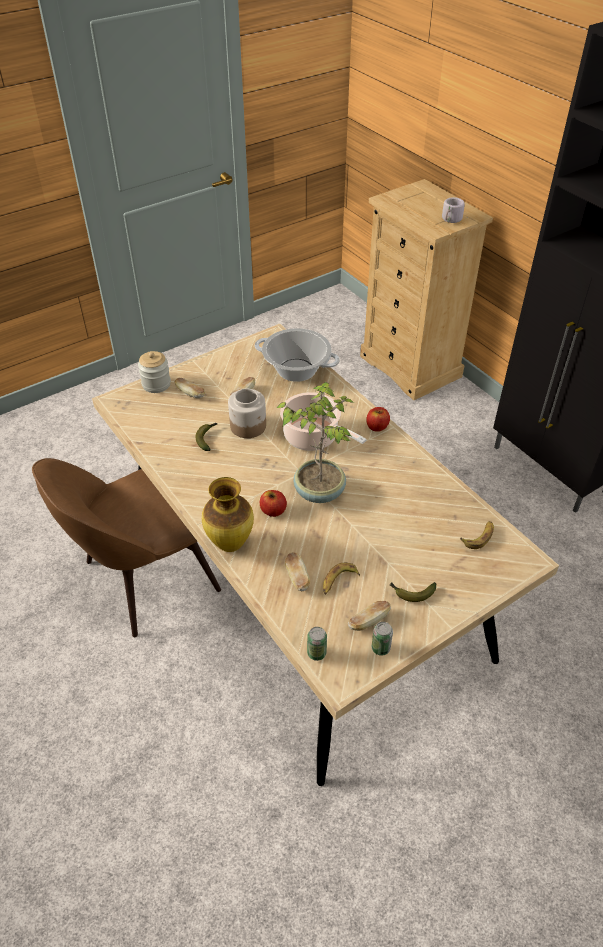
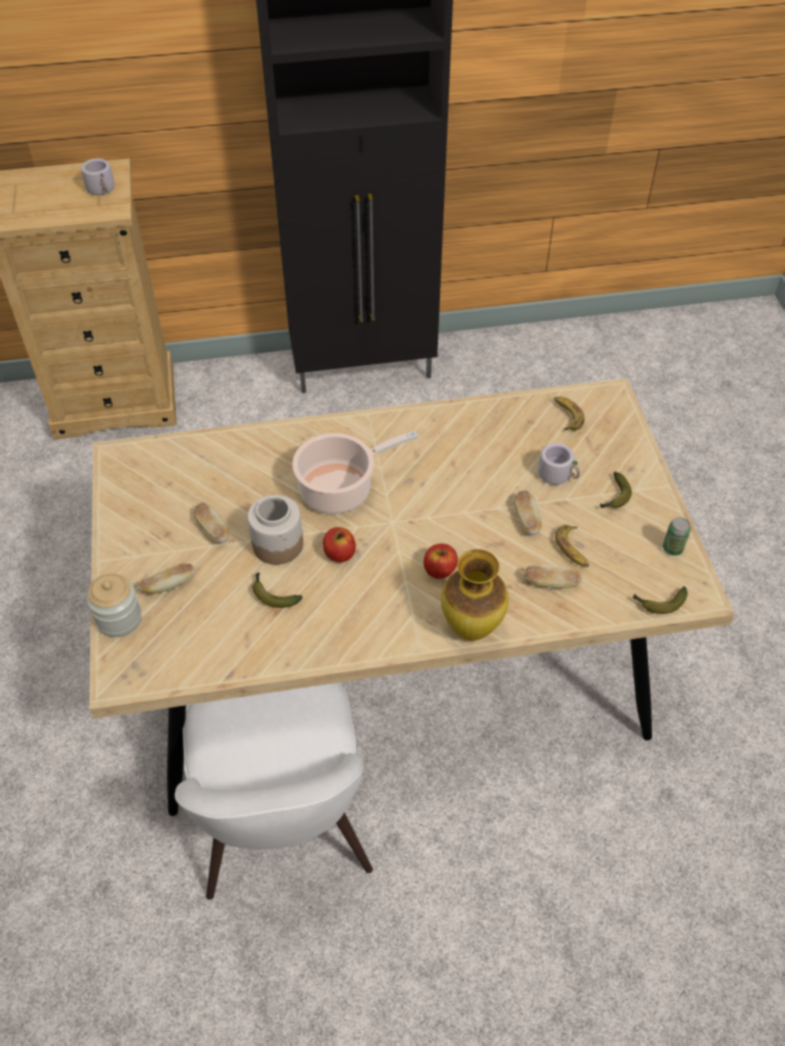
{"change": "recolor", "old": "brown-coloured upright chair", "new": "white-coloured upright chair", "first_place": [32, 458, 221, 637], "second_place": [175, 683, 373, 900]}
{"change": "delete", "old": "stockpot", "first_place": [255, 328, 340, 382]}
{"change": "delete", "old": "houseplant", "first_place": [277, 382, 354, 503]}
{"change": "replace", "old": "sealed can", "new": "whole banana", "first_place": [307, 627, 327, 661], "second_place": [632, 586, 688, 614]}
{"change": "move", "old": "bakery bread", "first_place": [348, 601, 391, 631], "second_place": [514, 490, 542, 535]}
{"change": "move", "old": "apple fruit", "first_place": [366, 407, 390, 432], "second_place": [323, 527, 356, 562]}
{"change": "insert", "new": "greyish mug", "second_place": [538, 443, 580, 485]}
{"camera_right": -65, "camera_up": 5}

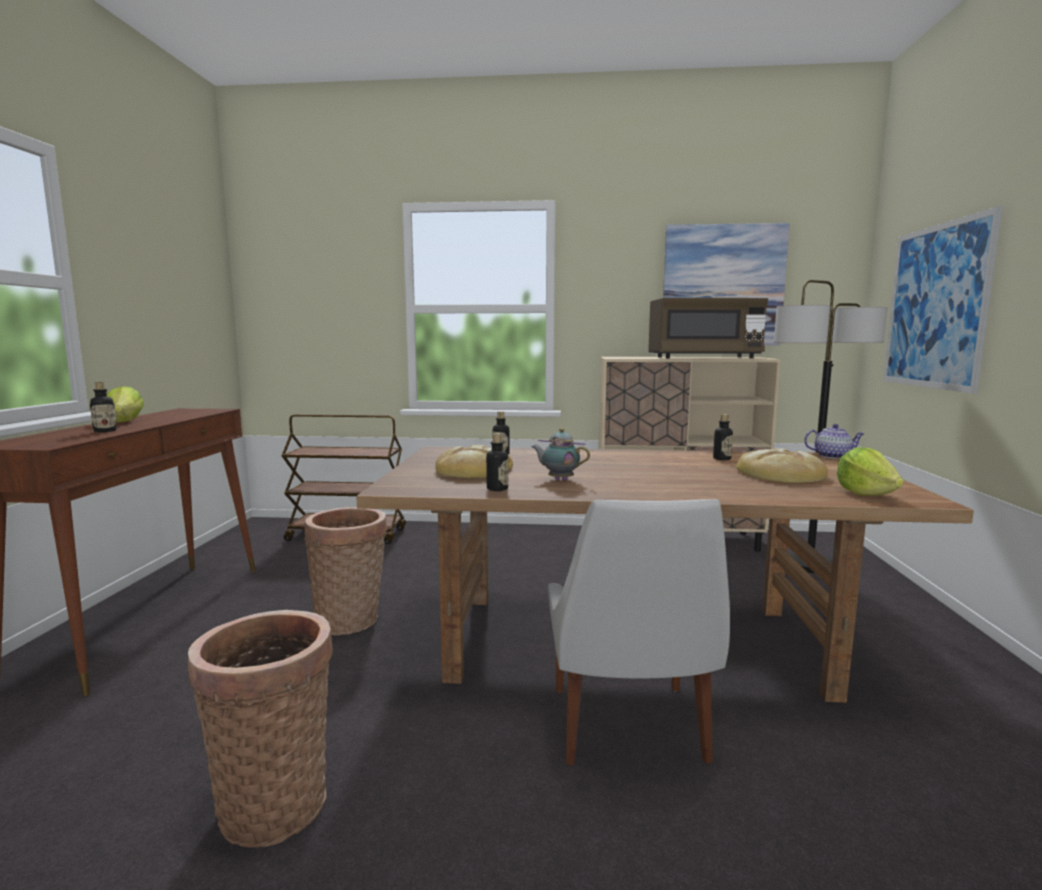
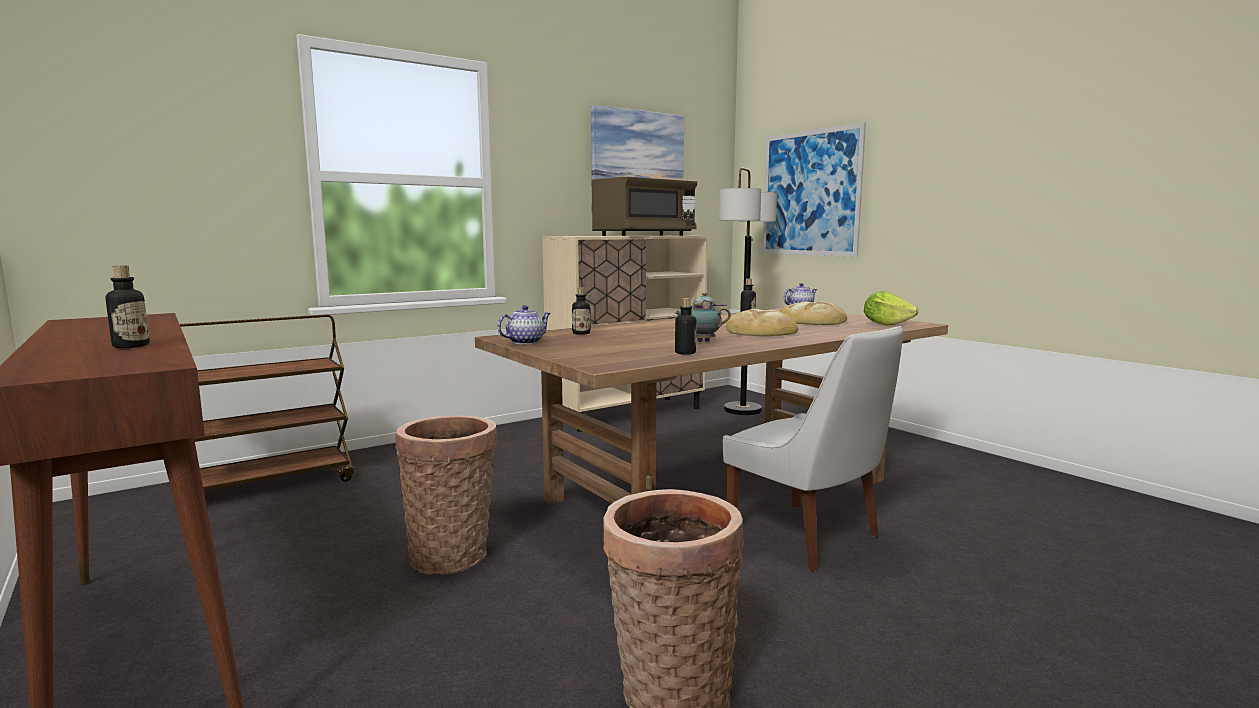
{"change": "delete", "old": "lettuce", "first_place": [107, 386, 144, 423]}
{"change": "move", "old": "bakery bread", "first_place": [435, 445, 513, 478], "second_place": [726, 309, 798, 336]}
{"change": "insert", "new": "tea pot", "second_place": [497, 305, 551, 344]}
{"camera_right": -40, "camera_up": 0}

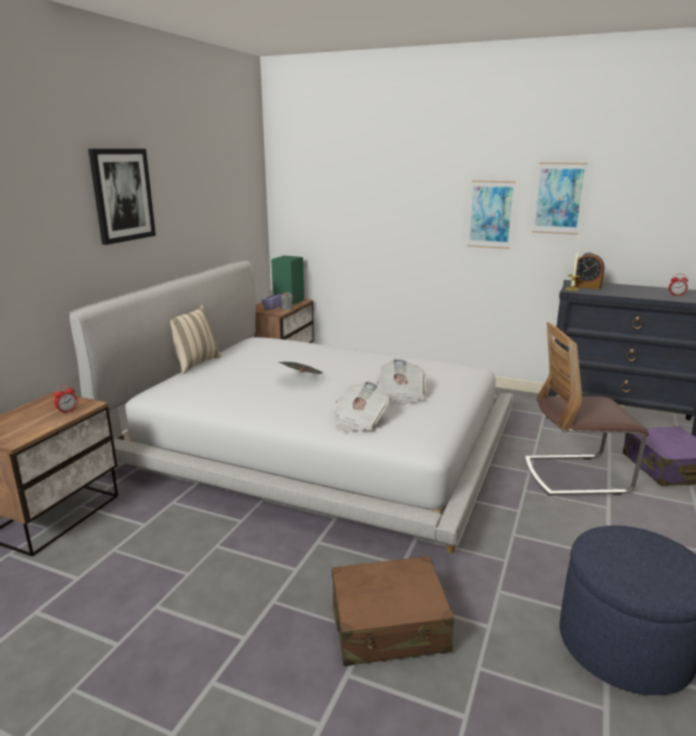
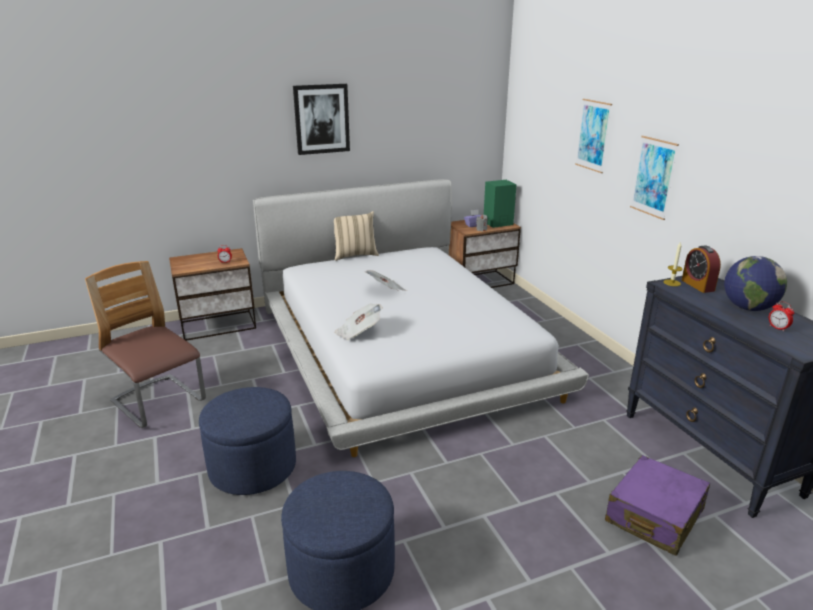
{"change": "replace", "old": "brown-coloured suitcase", "new": "bluish pouffe", "first_place": [332, 556, 454, 666], "second_place": [199, 387, 296, 495]}
{"change": "delete", "old": "daily paper", "first_place": [377, 359, 426, 406]}
{"change": "move", "old": "upright chair", "first_place": [525, 322, 649, 496], "second_place": [85, 261, 206, 428]}
{"change": "move", "old": "picture", "first_place": [532, 163, 588, 235], "second_place": [575, 99, 612, 173]}
{"change": "insert", "new": "desk globe", "second_place": [724, 256, 787, 311]}
{"camera_right": 45, "camera_up": 5}

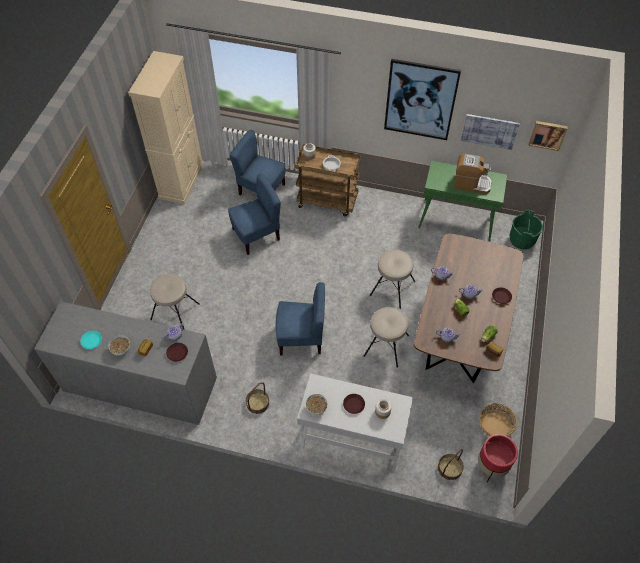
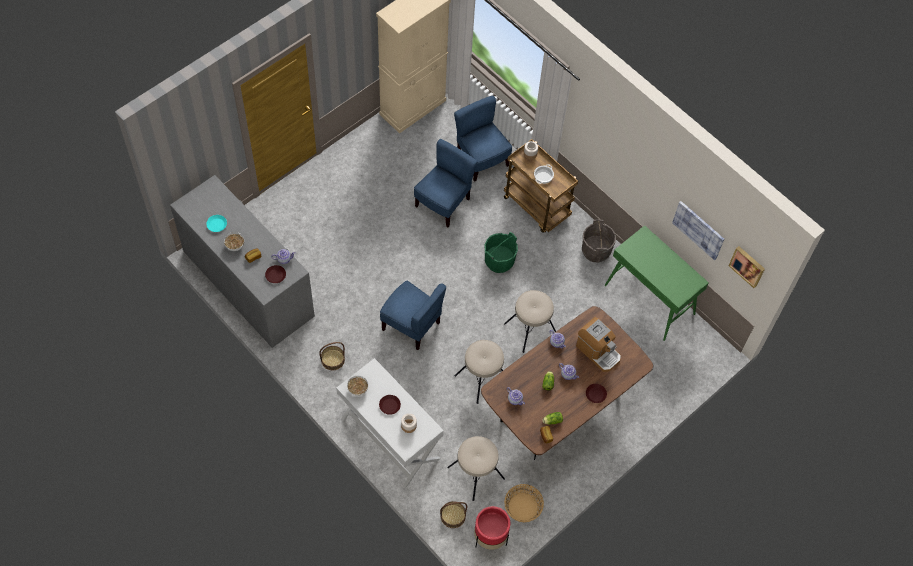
{"change": "move", "old": "beige stool seat", "first_place": [150, 274, 200, 330], "second_place": [447, 436, 505, 501]}
{"change": "rotate", "old": "bluish upright chair", "first_place": [228, 174, 281, 255], "second_place": [414, 139, 478, 227], "degrees": -60}
{"change": "delete", "old": "picture", "first_place": [384, 59, 461, 140]}
{"change": "move", "old": "coffee brewer", "first_place": [454, 154, 492, 194], "second_place": [576, 317, 621, 372]}
{"change": "move", "old": "greenish pail", "first_place": [510, 210, 543, 249], "second_place": [484, 232, 518, 273]}
{"change": "insert", "new": "greyish pail", "second_place": [582, 219, 616, 263]}
{"camera_right": 30, "camera_up": 5}

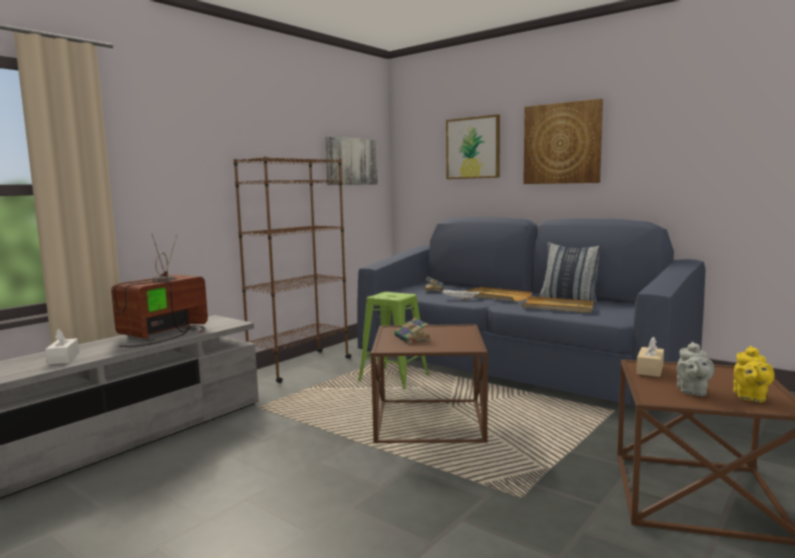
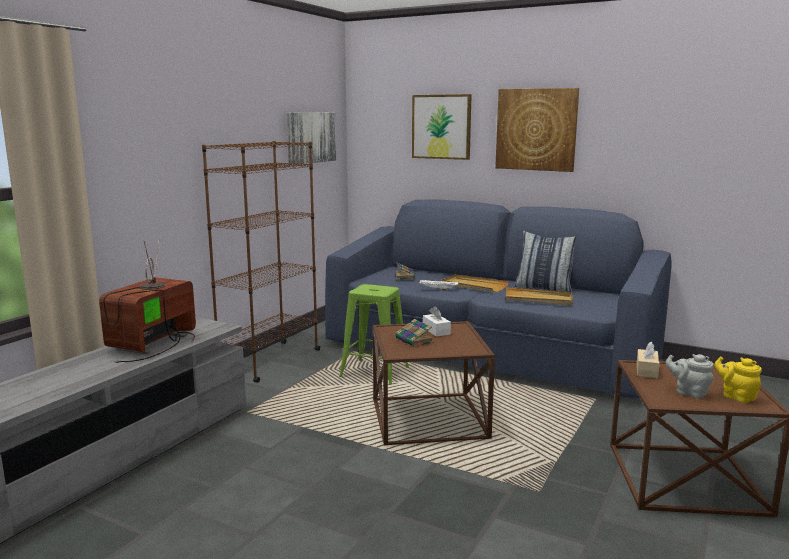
{"change": "move", "old": "white-coloured tissue box", "first_place": [45, 329, 79, 365], "second_place": [423, 306, 451, 337]}
{"change": "rotate", "old": "greyish tea pot", "first_place": [677, 342, 715, 396], "second_place": [666, 354, 714, 399], "degrees": 120}
{"change": "rotate", "old": "yellow tea pot", "first_place": [733, 346, 775, 402], "second_place": [714, 356, 762, 403], "degrees": 135}
{"camera_right": -10, "camera_up": 5}

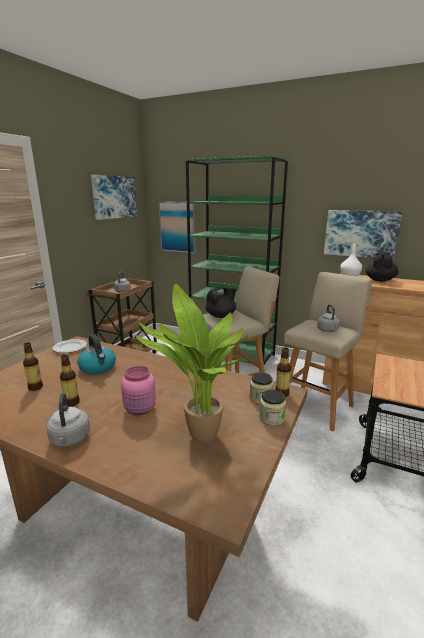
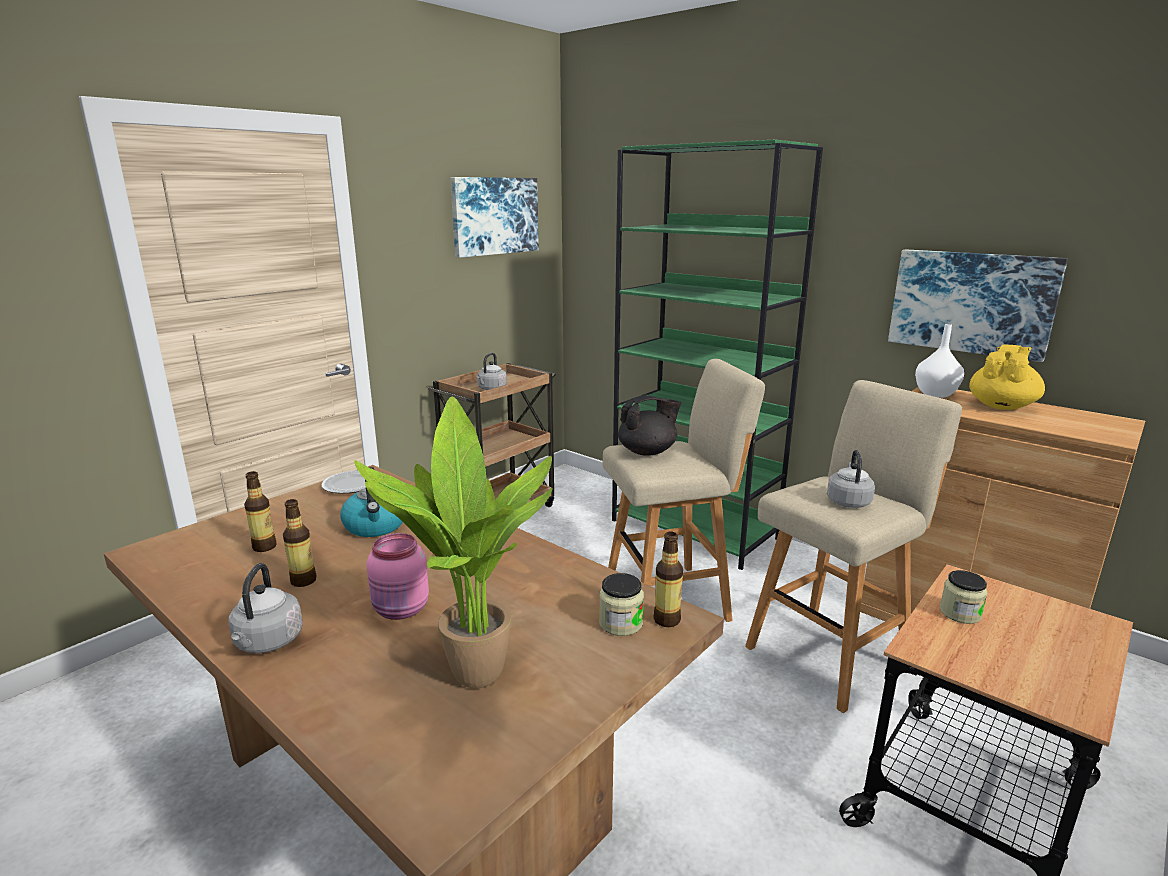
{"change": "delete", "old": "picture", "first_place": [159, 201, 196, 253]}
{"change": "move", "old": "storage jar", "first_place": [259, 390, 286, 426], "second_place": [940, 570, 987, 624]}
{"change": "recolor", "old": "blackish tea pot", "new": "yellow tea pot", "first_place": [366, 252, 399, 282], "second_place": [969, 345, 1045, 410]}
{"camera_right": 15, "camera_up": 0}

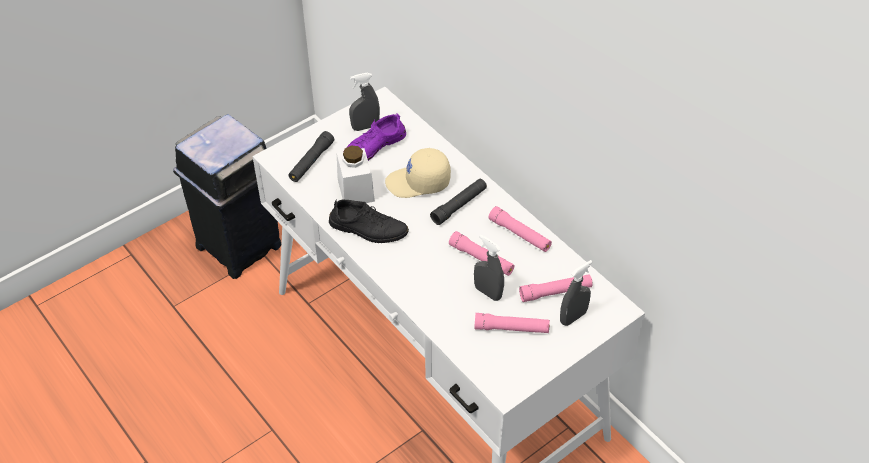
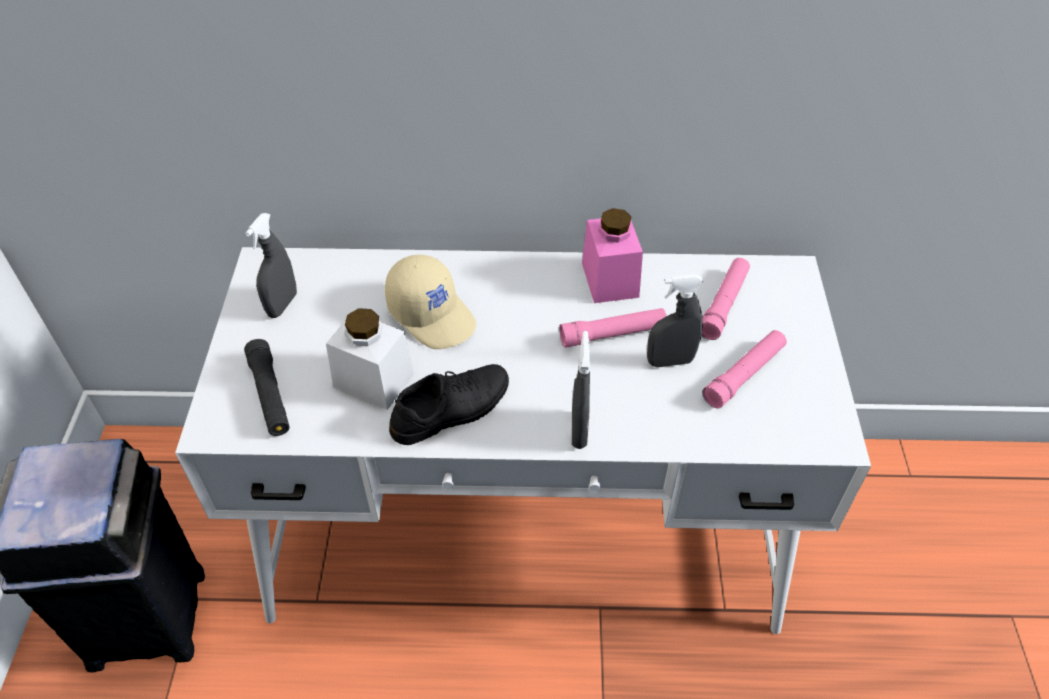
{"change": "delete", "old": "purplish shoe", "first_place": [343, 113, 406, 161]}
{"change": "rotate", "old": "beige peaked cap", "first_place": [385, 148, 451, 198], "second_place": [385, 255, 476, 349], "degrees": -75}
{"change": "delete", "old": "blackish flashlight", "first_place": [430, 179, 487, 225]}
{"change": "replace", "old": "pink-coloured flashlight", "new": "pink-coloured storage jar", "first_place": [488, 206, 552, 252], "second_place": [582, 208, 643, 303]}
{"change": "move", "old": "greyish sprayer", "first_place": [560, 260, 593, 326], "second_place": [571, 331, 591, 449]}
{"camera_right": -50, "camera_up": 0}

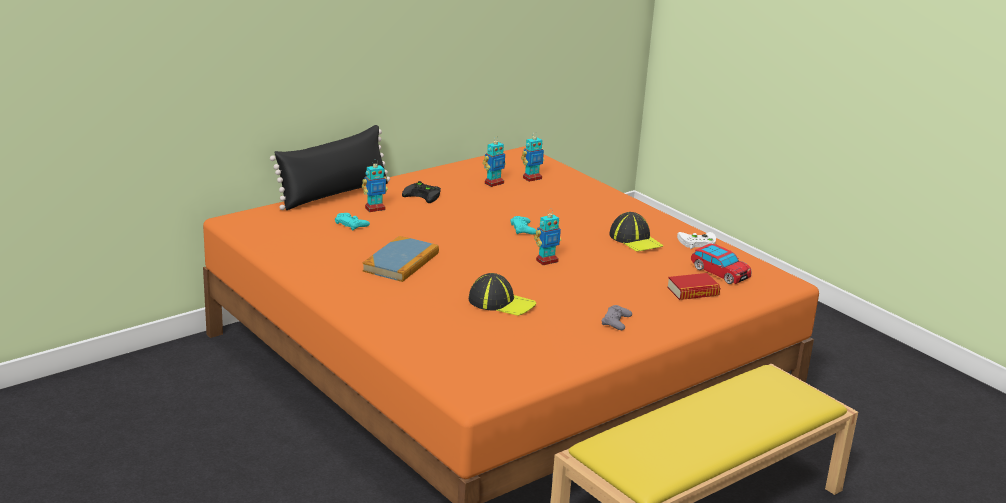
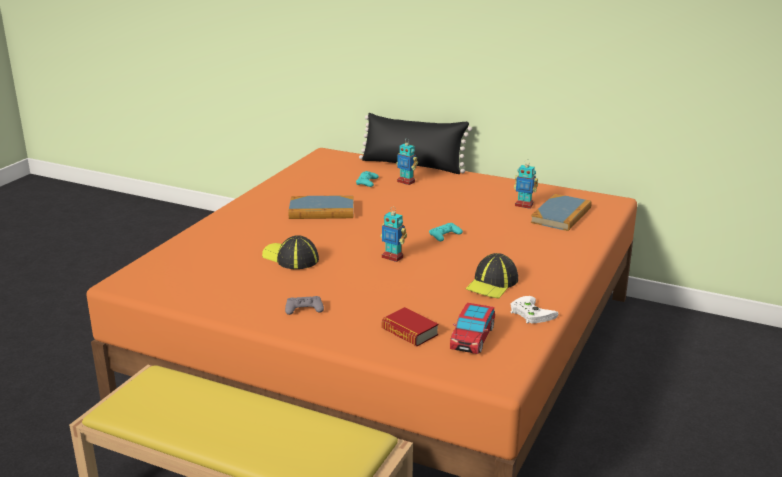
{"change": "delete", "old": "blackish joypad", "first_place": [402, 181, 441, 203]}
{"change": "rotate", "old": "peaked cap", "first_place": [469, 273, 536, 316], "second_place": [262, 235, 319, 269], "degrees": 135}
{"change": "replace", "old": "robot figure", "new": "bound book", "first_place": [521, 132, 544, 182], "second_place": [531, 194, 592, 231]}
{"camera_right": 65, "camera_up": 0}

